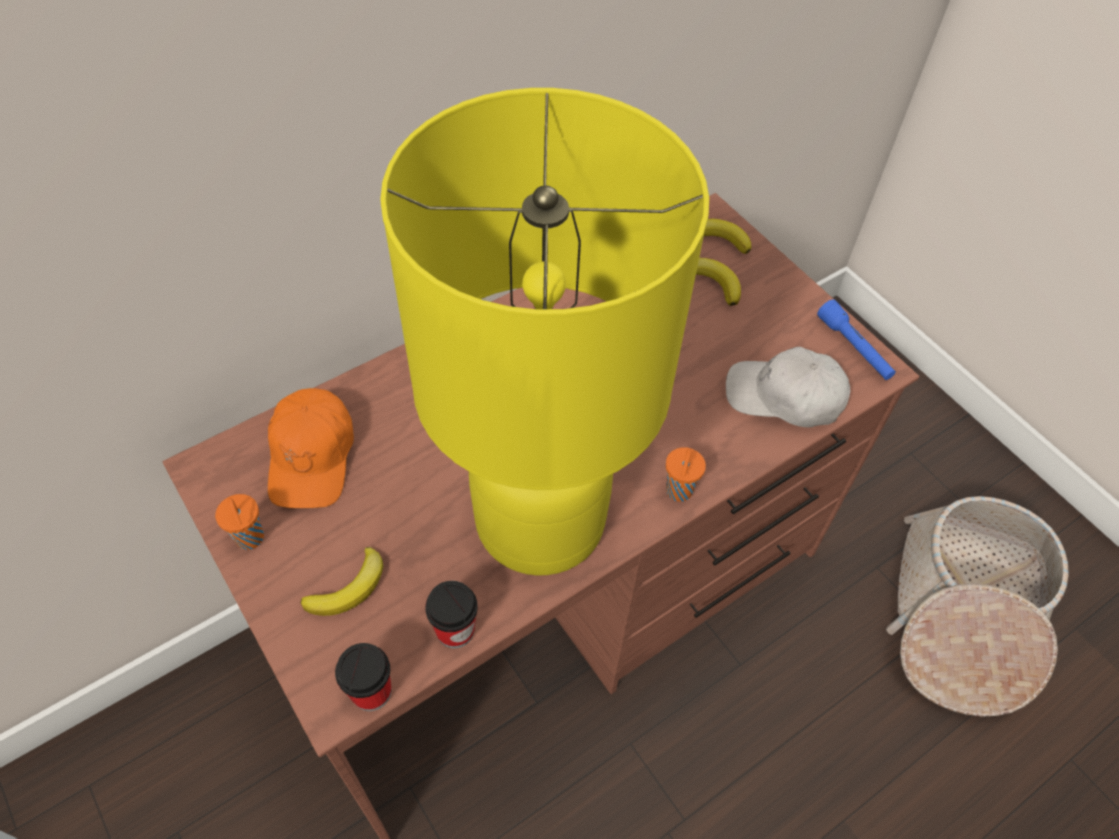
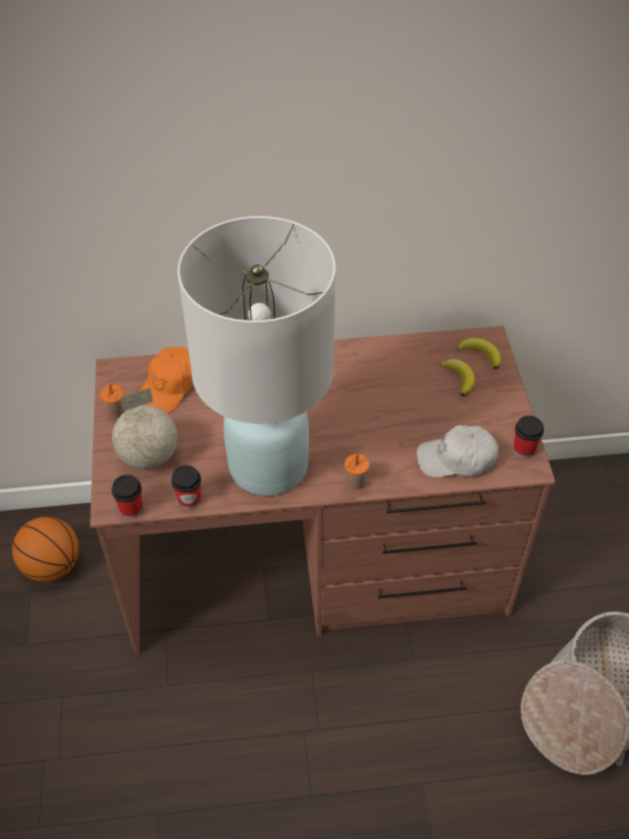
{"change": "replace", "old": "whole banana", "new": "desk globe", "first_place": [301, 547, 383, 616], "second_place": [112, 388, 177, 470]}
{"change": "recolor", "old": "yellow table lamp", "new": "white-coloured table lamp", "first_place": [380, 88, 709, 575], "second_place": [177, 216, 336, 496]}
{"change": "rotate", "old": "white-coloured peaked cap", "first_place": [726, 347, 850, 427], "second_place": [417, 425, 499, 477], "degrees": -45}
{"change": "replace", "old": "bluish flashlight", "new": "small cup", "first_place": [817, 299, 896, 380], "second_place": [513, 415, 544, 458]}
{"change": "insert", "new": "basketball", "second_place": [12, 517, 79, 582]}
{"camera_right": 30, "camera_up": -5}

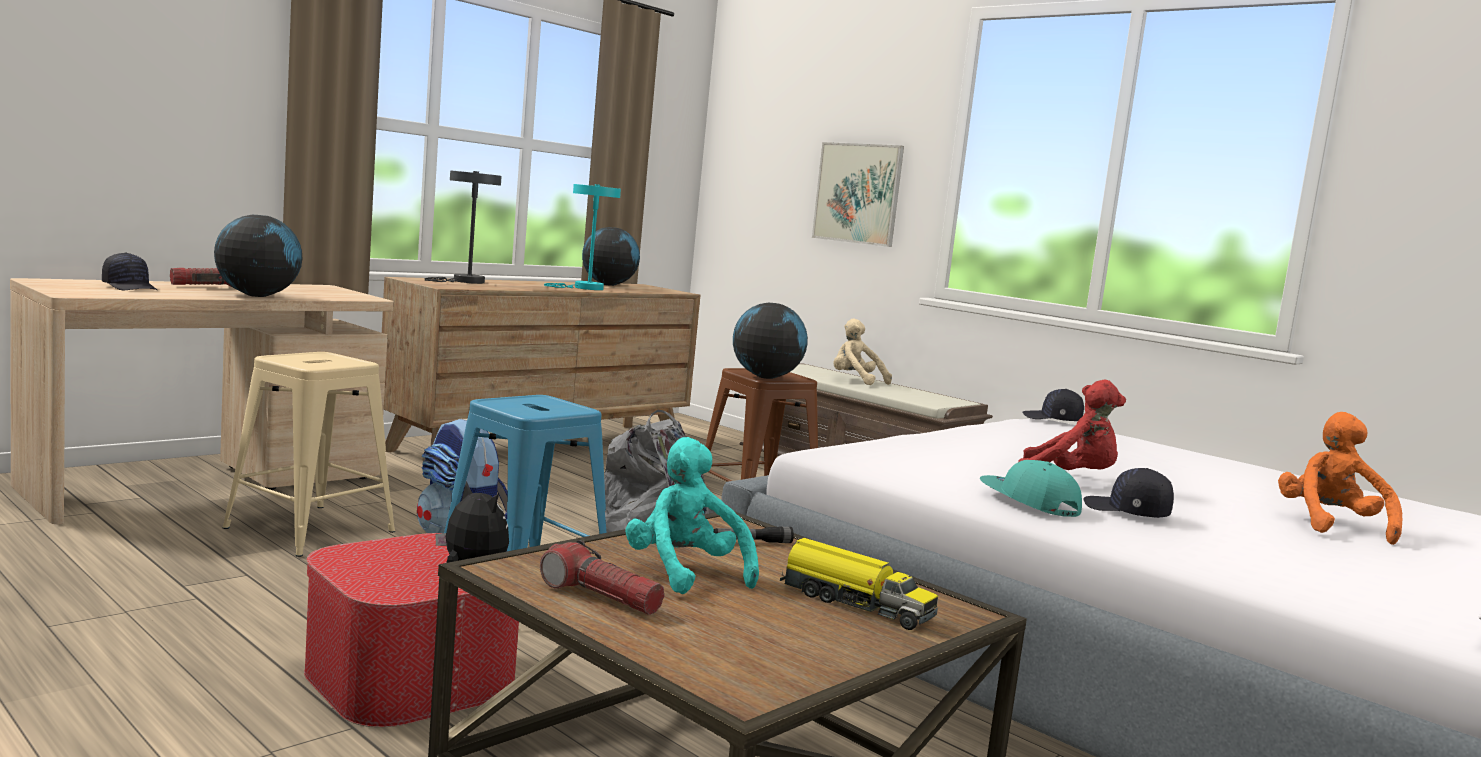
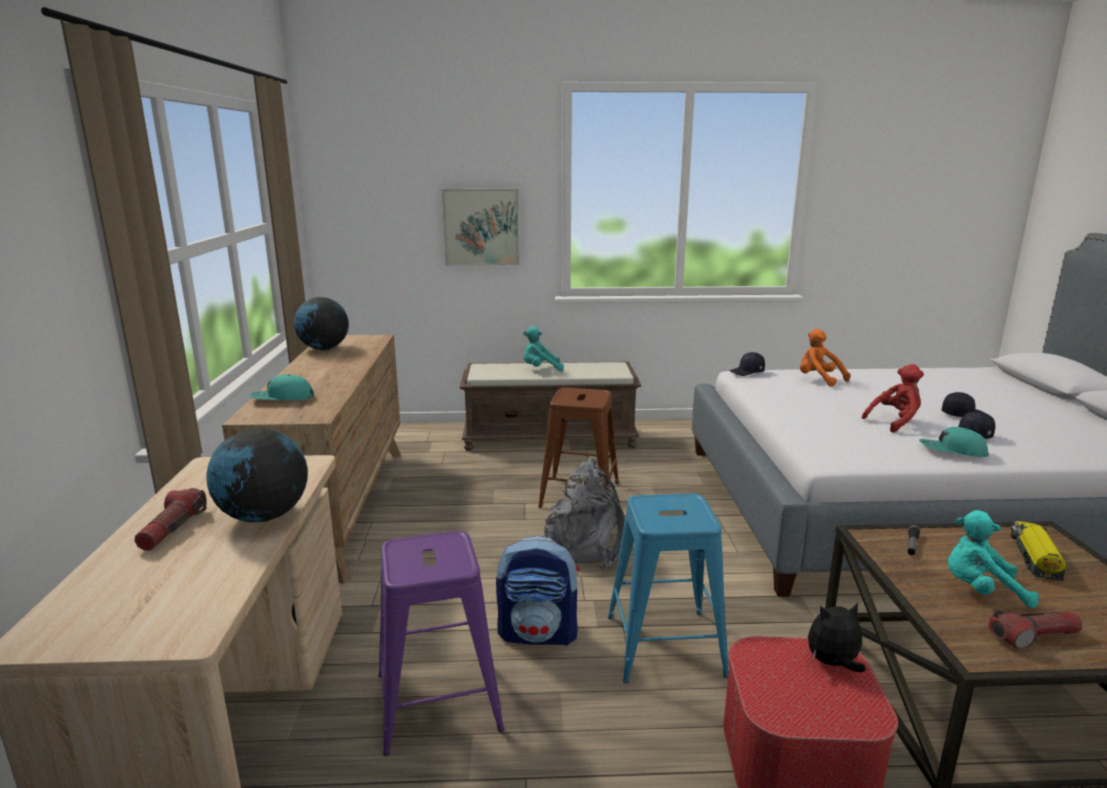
{"change": "move", "old": "blackish peaked cap", "first_place": [102, 252, 157, 290], "second_place": [942, 392, 983, 417]}
{"change": "recolor", "old": "beige stool seat", "new": "purplish stool seat", "first_place": [222, 352, 395, 557], "second_place": [379, 531, 504, 756]}
{"change": "replace", "old": "greyish table lamp", "new": "turquoise-coloured peaked cap", "first_place": [425, 170, 502, 284], "second_place": [249, 374, 314, 400]}
{"change": "delete", "old": "turquoise-coloured table lamp", "first_place": [544, 184, 621, 290]}
{"change": "delete", "old": "desk globe", "first_place": [733, 303, 808, 379]}
{"change": "rotate", "old": "toy truck", "first_place": [780, 538, 938, 630], "second_place": [1011, 521, 1066, 581], "degrees": -60}
{"change": "recolor", "old": "beige plush toy", "new": "turquoise-coloured plush toy", "first_place": [833, 319, 892, 385], "second_place": [523, 326, 564, 372]}
{"change": "move", "old": "orangey plush toy", "first_place": [1278, 412, 1403, 545], "second_place": [800, 329, 851, 387]}
{"camera_right": -45, "camera_up": 10}

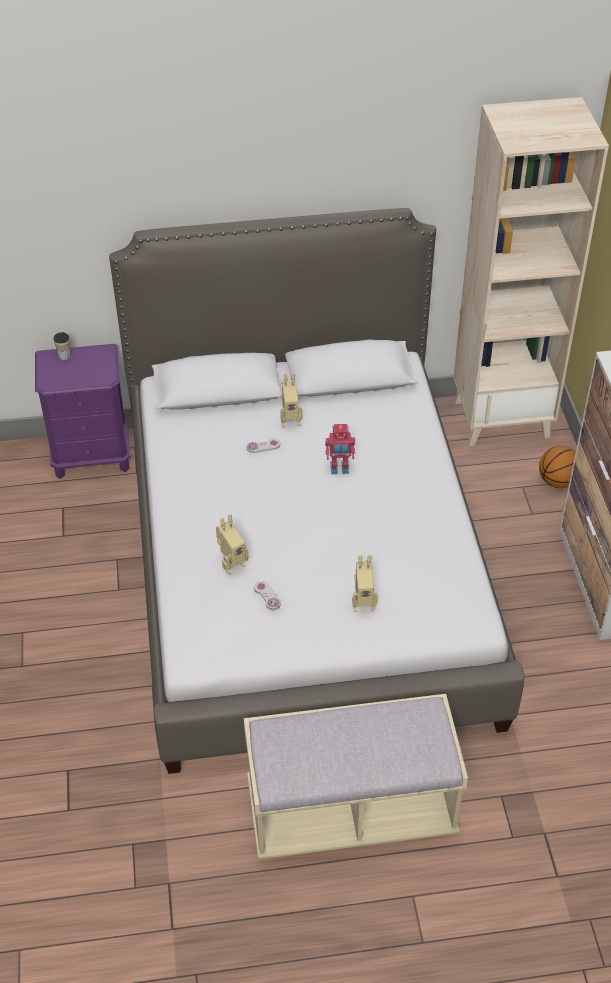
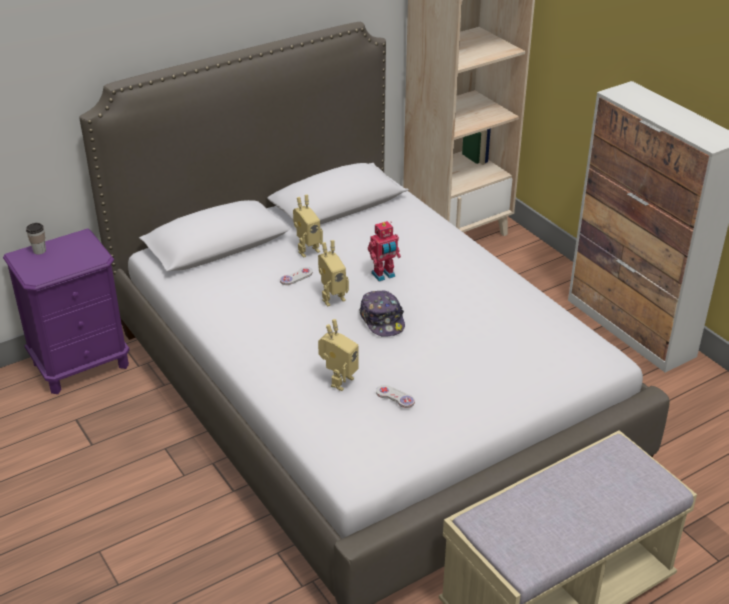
{"change": "move", "old": "robot figure", "first_place": [352, 555, 378, 612], "second_place": [318, 240, 349, 306]}
{"change": "delete", "old": "basketball", "first_place": [539, 446, 576, 488]}
{"change": "insert", "new": "peaked cap", "second_place": [359, 291, 405, 337]}
{"camera_right": -25, "camera_up": -10}

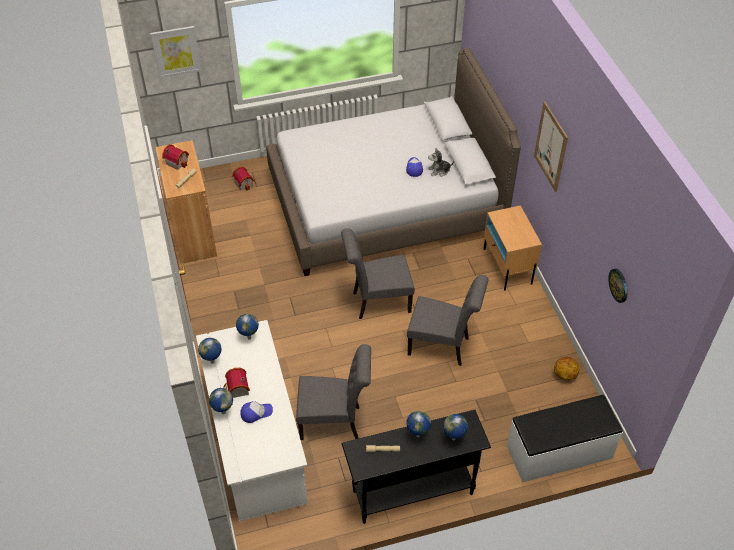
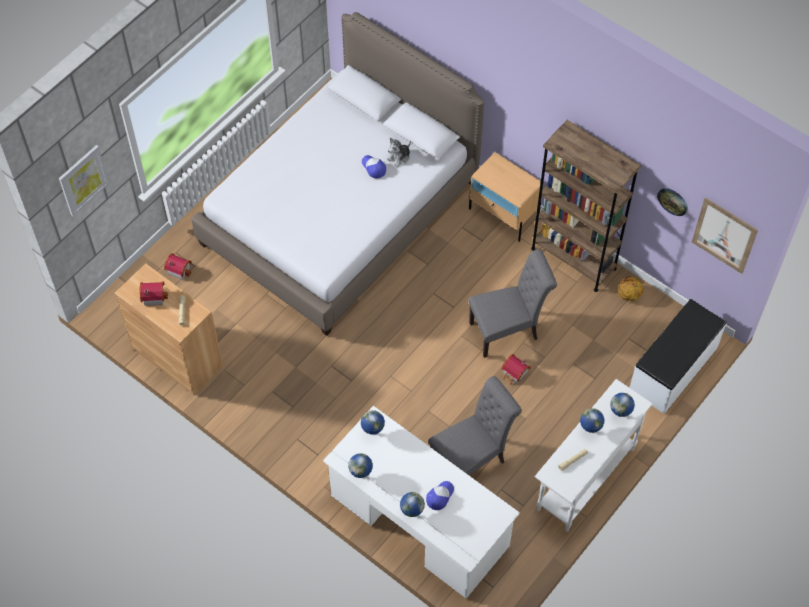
{"change": "move", "old": "model house", "first_place": [223, 368, 250, 398], "second_place": [501, 354, 531, 385]}
{"change": "delete", "old": "greyish upright chair", "first_place": [341, 228, 415, 319]}
{"change": "recolor", "old": "blackish console table", "new": "white-coloured console table", "first_place": [341, 410, 491, 524], "second_place": [535, 379, 653, 532]}
{"change": "move", "old": "picture", "first_place": [534, 102, 568, 192], "second_place": [692, 198, 758, 274]}
{"change": "insert", "new": "brown-coloured bookcase", "second_place": [531, 120, 641, 292]}
{"camera_right": -35, "camera_up": 10}

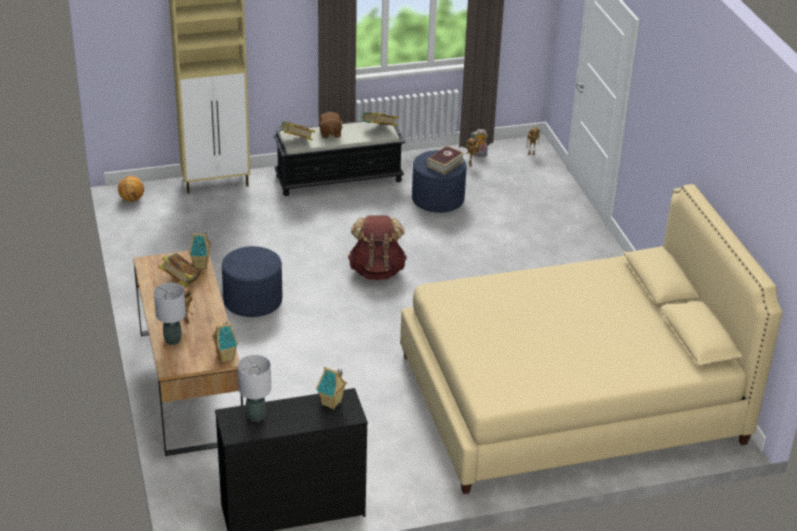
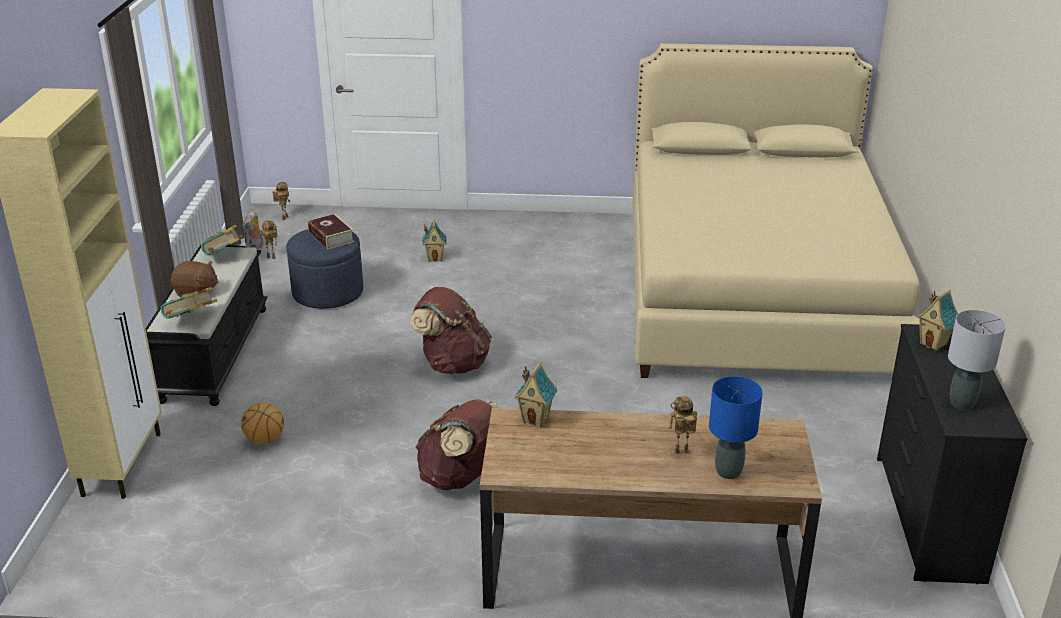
{"change": "move", "old": "basketball", "first_place": [118, 176, 144, 202], "second_place": [241, 403, 284, 445]}
{"change": "recolor", "old": "greyish table lamp", "new": "bluish table lamp", "first_place": [154, 283, 186, 345], "second_place": [709, 376, 763, 479]}
{"change": "delete", "old": "bound book", "first_place": [157, 253, 201, 286]}
{"change": "move", "old": "model house", "first_place": [212, 321, 238, 363], "second_place": [423, 219, 447, 262]}
{"change": "replace", "old": "bluish pouffe", "new": "brown-coloured backpack", "first_place": [222, 246, 282, 317], "second_place": [416, 399, 501, 490]}
{"camera_right": -70, "camera_up": -5}

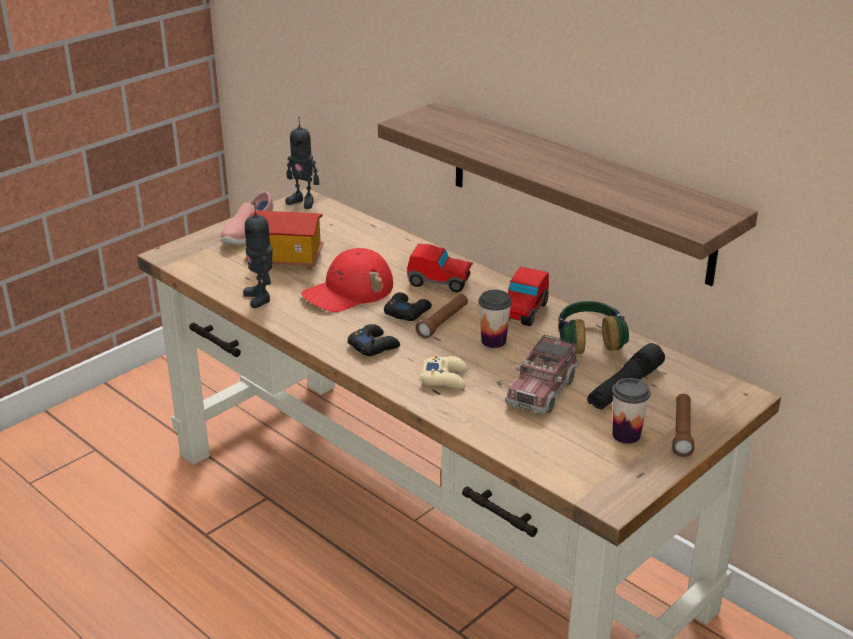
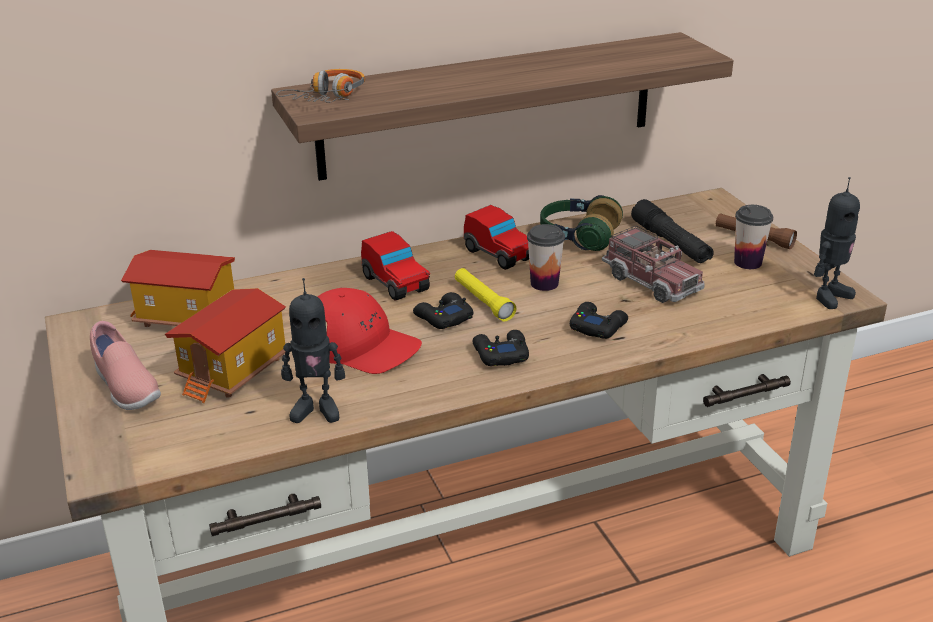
{"change": "move", "old": "robot figure", "first_place": [285, 117, 319, 209], "second_place": [814, 177, 860, 309]}
{"change": "rotate", "old": "reddish peaked cap", "first_place": [301, 248, 393, 312], "second_place": [318, 287, 422, 374], "degrees": -45}
{"change": "rotate", "old": "miniature car", "first_place": [407, 244, 473, 292], "second_place": [361, 231, 430, 300], "degrees": 105}
{"change": "recolor", "old": "brown-coloured flashlight", "new": "yellow flashlight", "first_place": [416, 294, 468, 339], "second_place": [455, 268, 516, 322]}
{"change": "recolor", "old": "beige joypad", "new": "blackish joypad", "first_place": [421, 356, 468, 389], "second_place": [570, 302, 628, 339]}
{"change": "insert", "new": "model house", "second_place": [121, 250, 235, 327]}
{"change": "insert", "new": "headset", "second_place": [276, 69, 365, 103]}
{"camera_right": -65, "camera_up": 0}

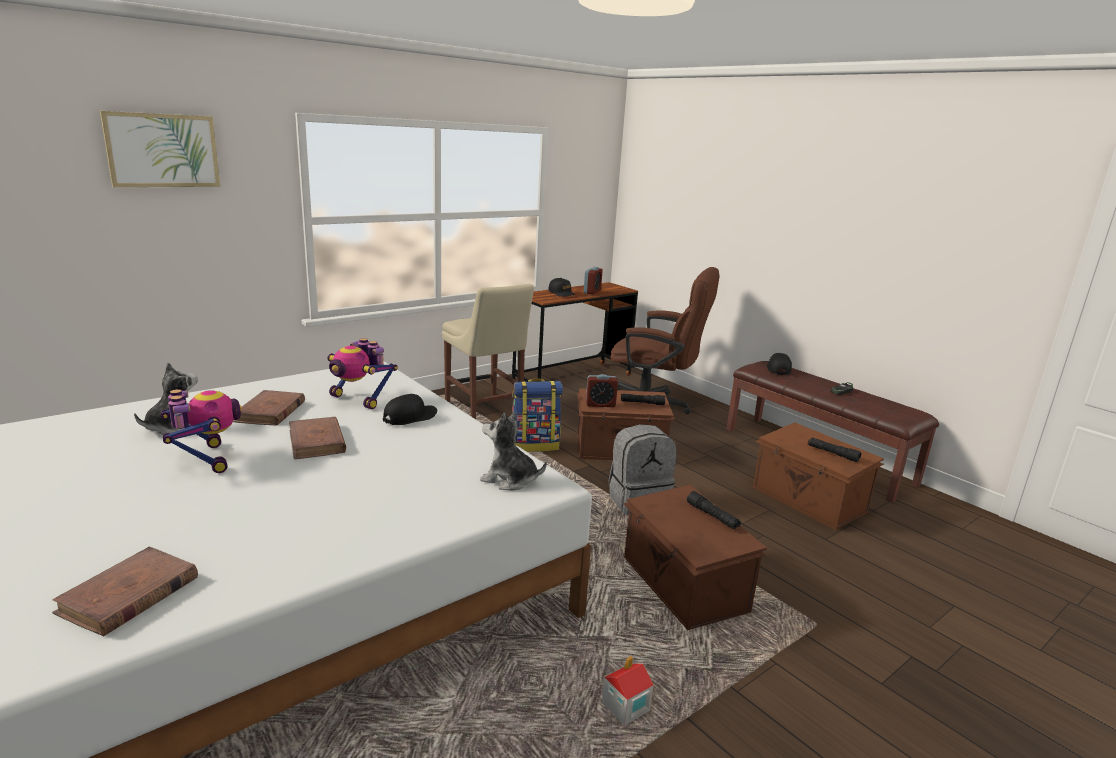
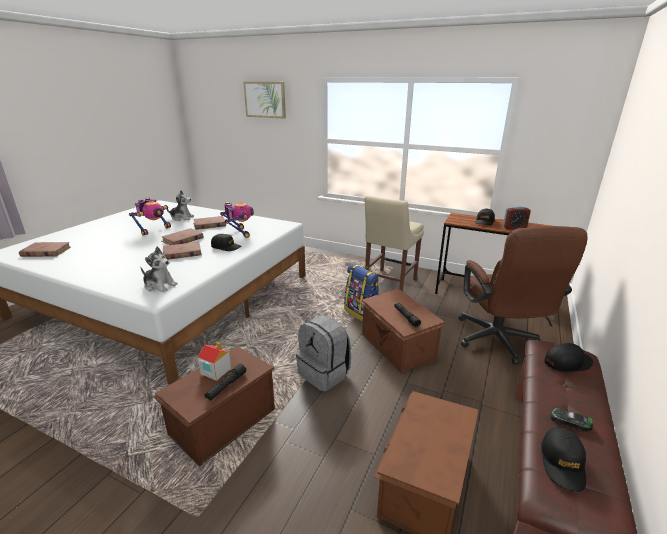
{"change": "rotate", "old": "robot figure", "first_place": [328, 338, 398, 409], "second_place": [220, 202, 254, 238], "degrees": 150}
{"change": "rotate", "old": "plush toy", "first_place": [480, 412, 547, 491], "second_place": [140, 247, 178, 292], "degrees": 120}
{"change": "delete", "old": "alarm clock", "first_place": [586, 374, 618, 407]}
{"change": "move", "old": "model house", "first_place": [602, 656, 654, 726], "second_place": [198, 342, 231, 381]}
{"change": "delete", "old": "blackish flashlight", "first_place": [808, 437, 861, 462]}
{"change": "insert", "new": "brown-coloured bound book", "second_place": [163, 242, 201, 260]}
{"change": "insert", "new": "blackish peaked cap", "second_place": [541, 427, 586, 492]}
{"camera_right": 65, "camera_up": 5}

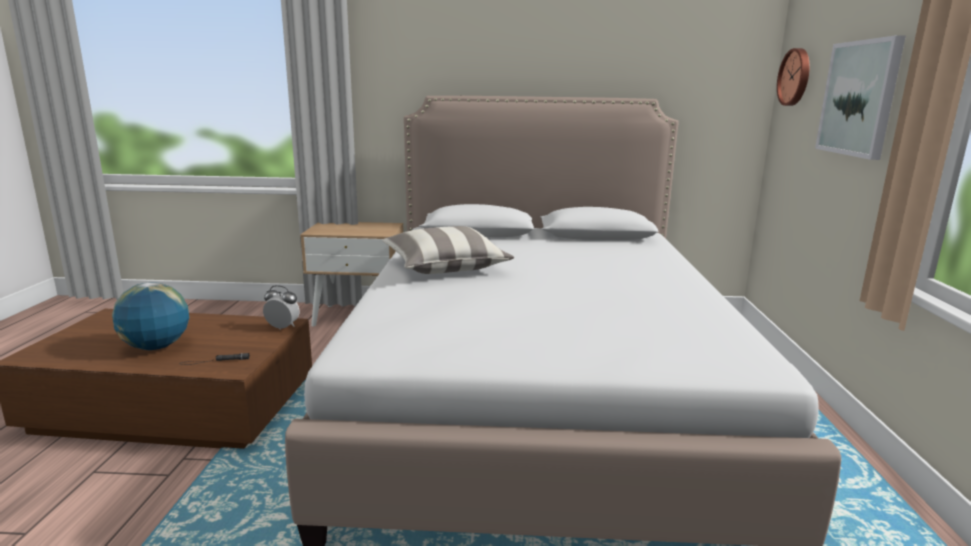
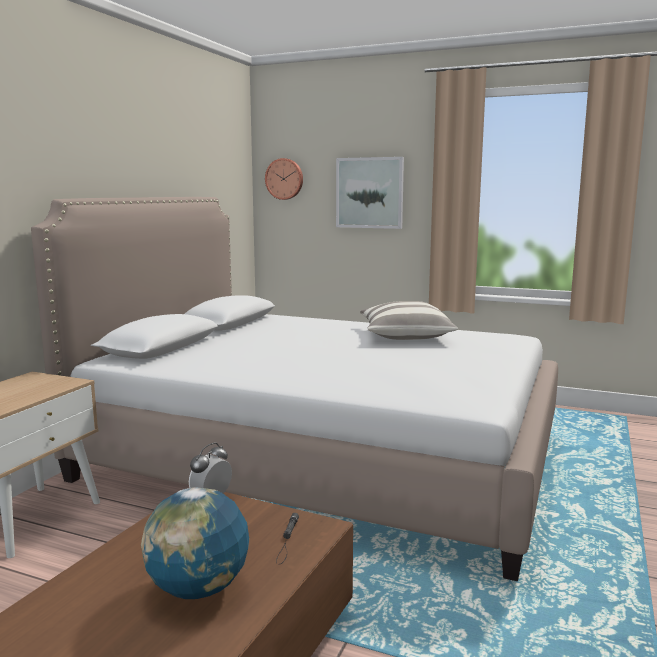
{"change": "move", "old": "throw pillow", "first_place": [382, 226, 514, 274], "second_place": [360, 301, 459, 340]}
{"camera_right": -70, "camera_up": -5}

